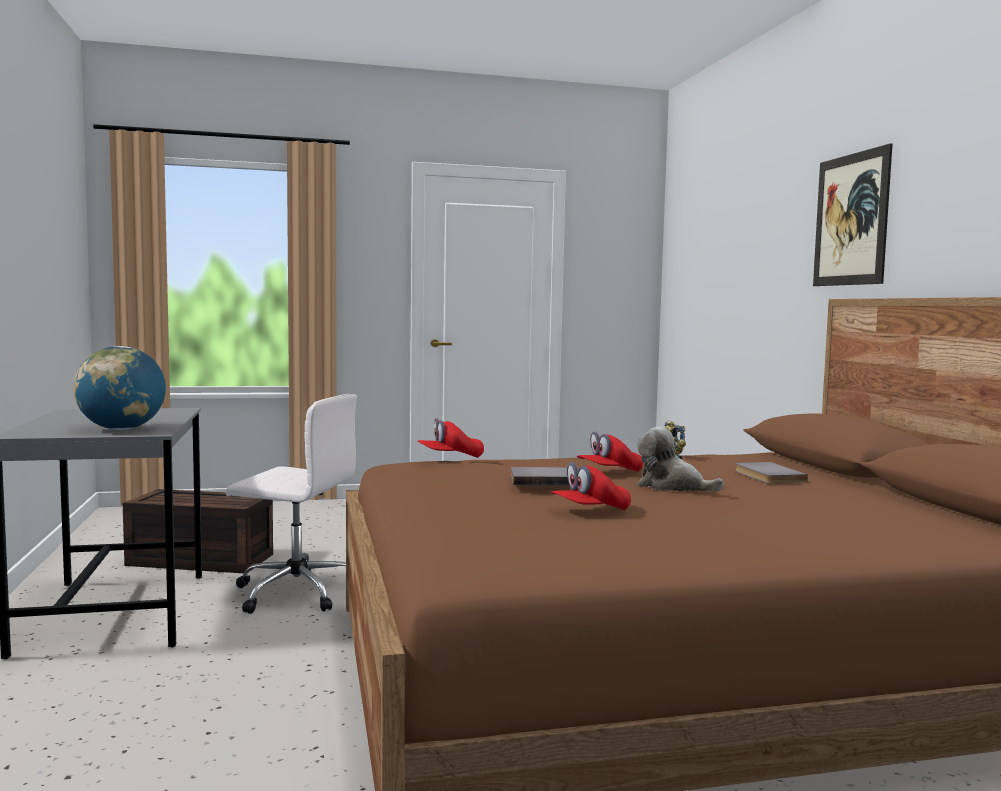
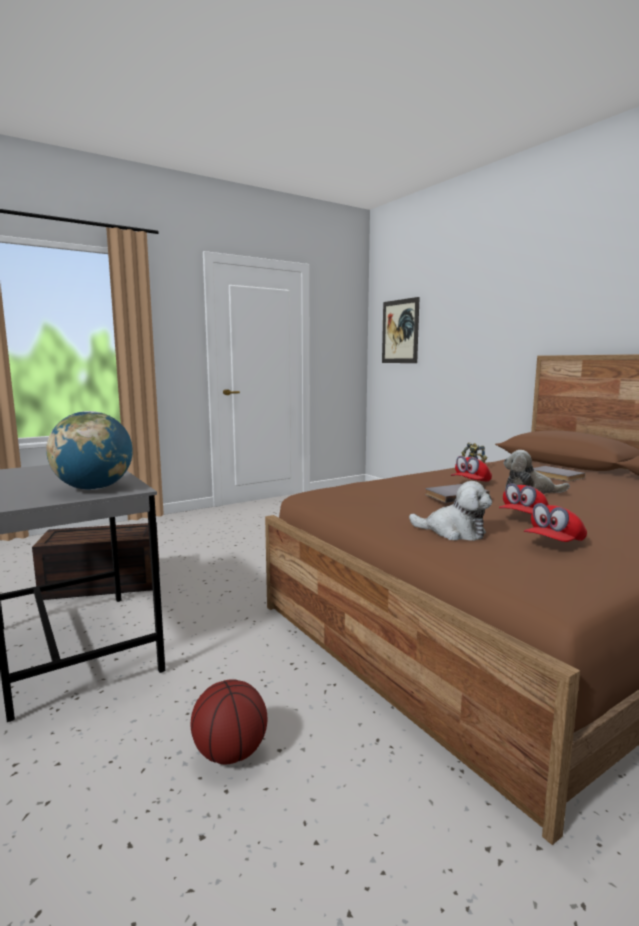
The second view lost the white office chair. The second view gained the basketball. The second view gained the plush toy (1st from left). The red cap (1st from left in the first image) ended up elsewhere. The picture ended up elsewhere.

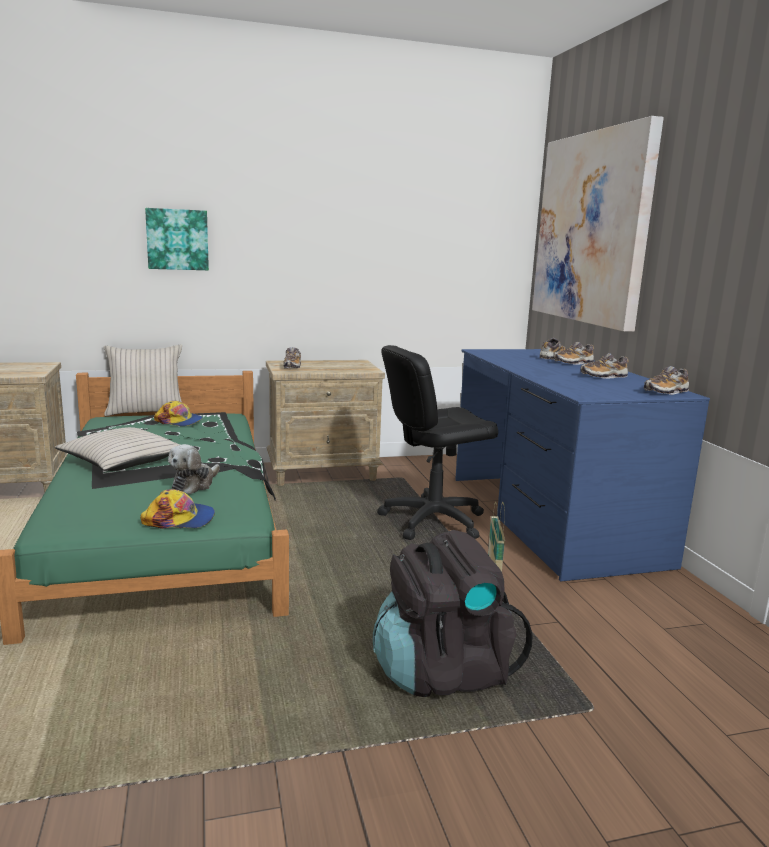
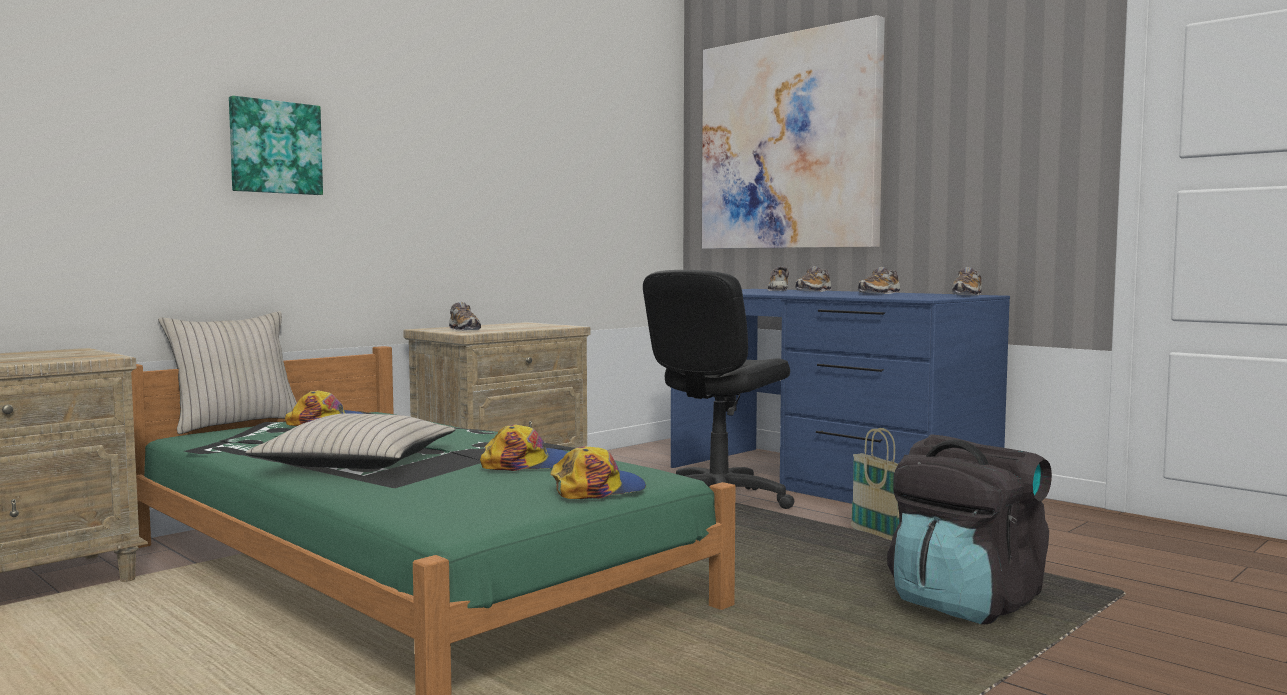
Where the plush toy stood, the cap (2nd from left) came to stand.

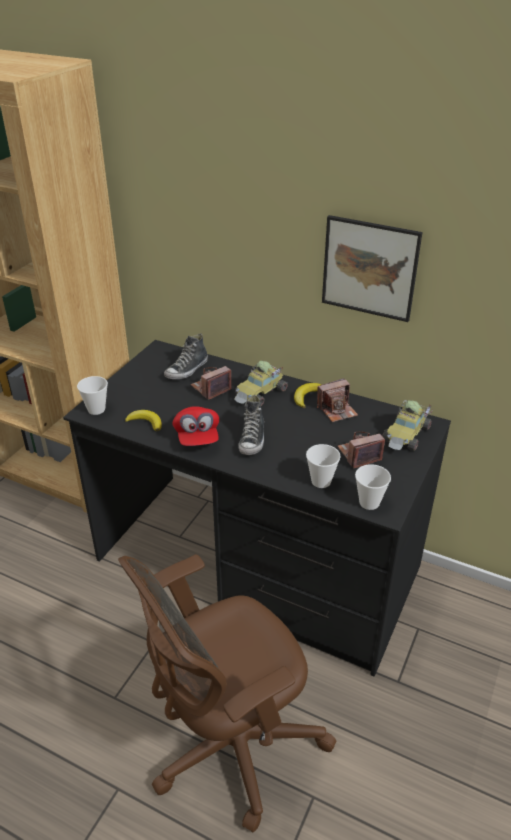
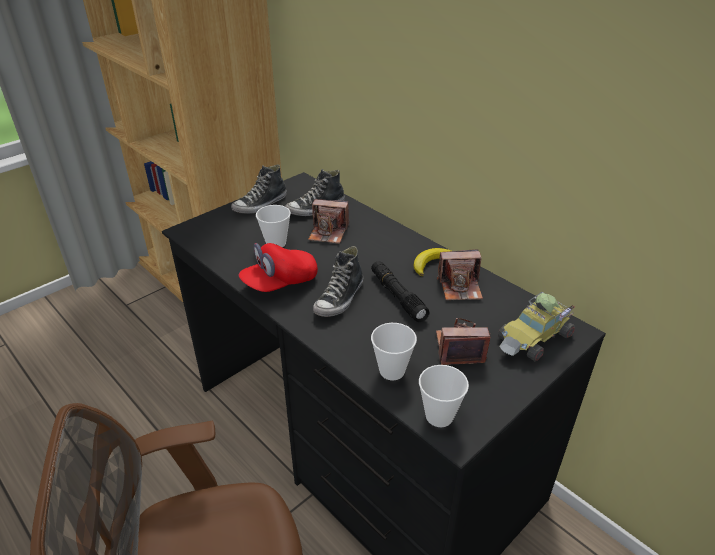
The second view lost the banana (1st from left). The second view lost the toy car (1st from left). The second view lost the picture. The second view gained the shoe (1st from left). The second view gained the black flashlight. The cup (1st from left) ended up elsewhere. The red cap ended up facing another way, 45 degrees clockwise from before. The photo camera (1st from left) ended up facing another way, 150 degrees counterclockwise from before.

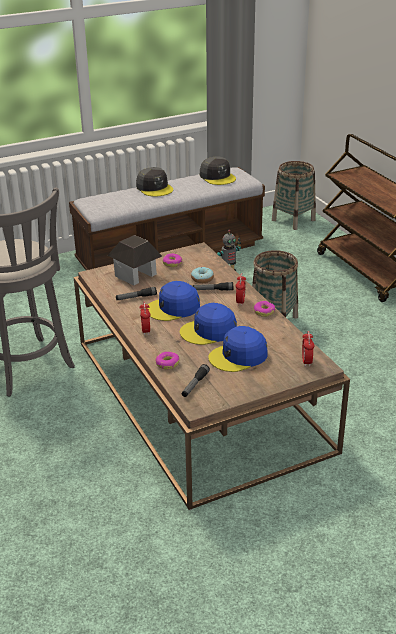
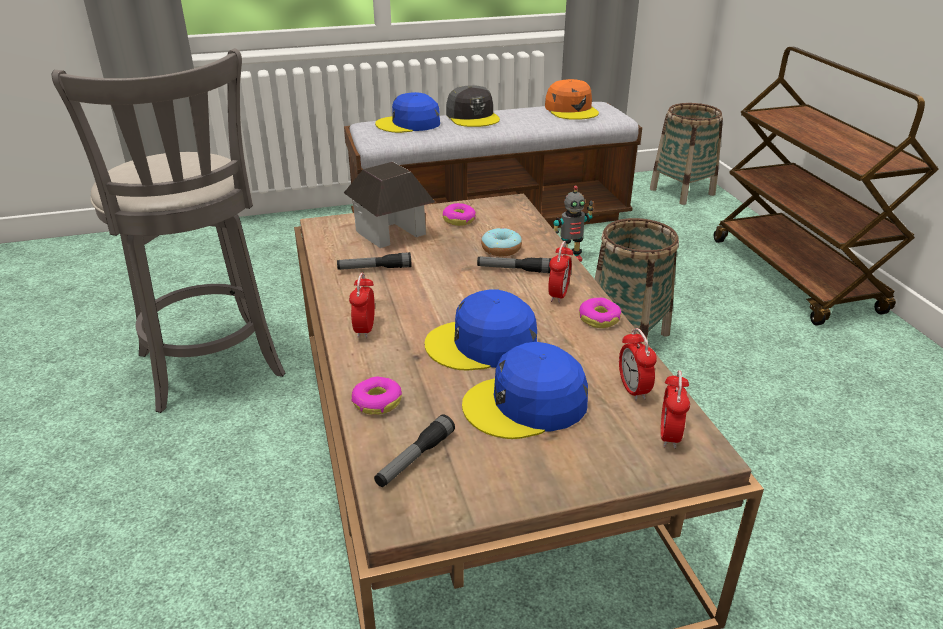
The second view gained the alarm clock (3rd from left). The blue cap (1st from left) ended up elsewhere. What was the grey cap (2nd from left) turned into the orange cap.

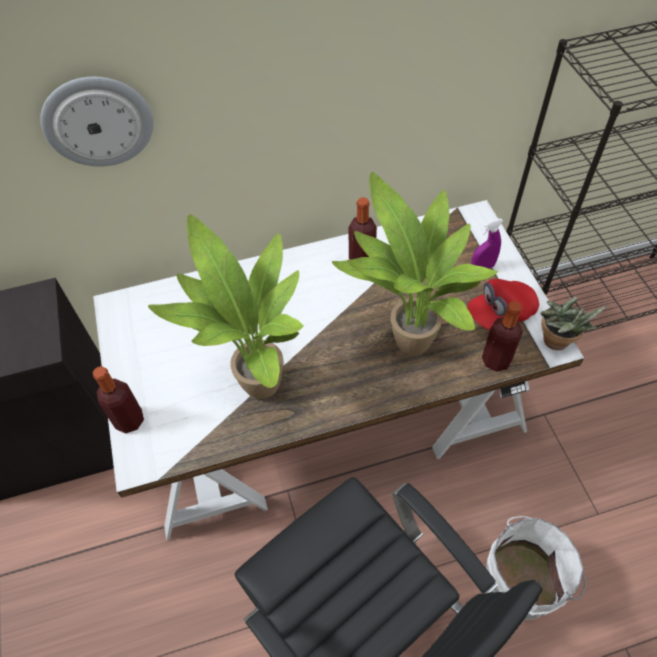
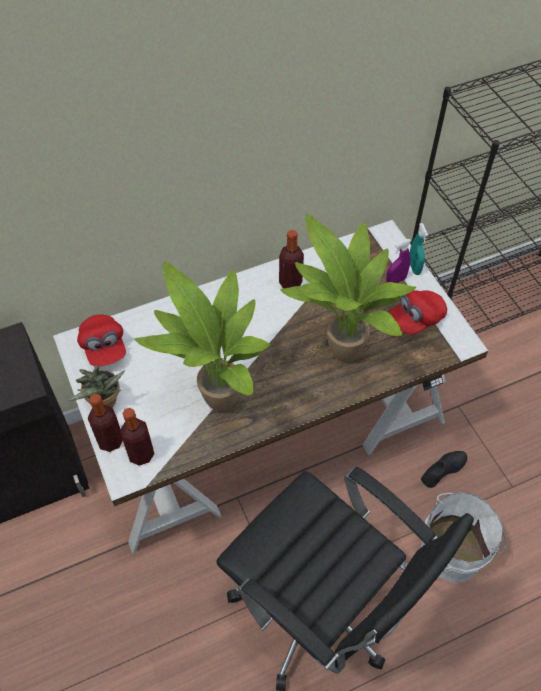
The second view lost the wall clock. The second view gained the red cap (1st from left). The second view gained the turquoise spray bottle. The second view gained the black shoe. The bottle (3rd from left in the first image) ended up elsewhere. The potted plant (3rd from left in the first image) ended up elsewhere.

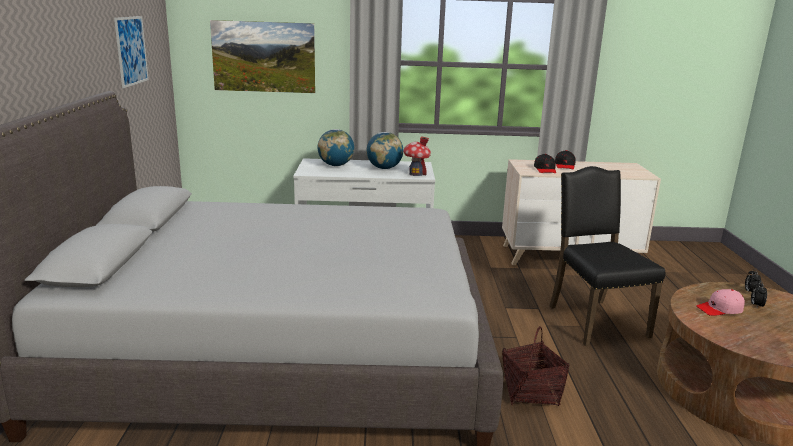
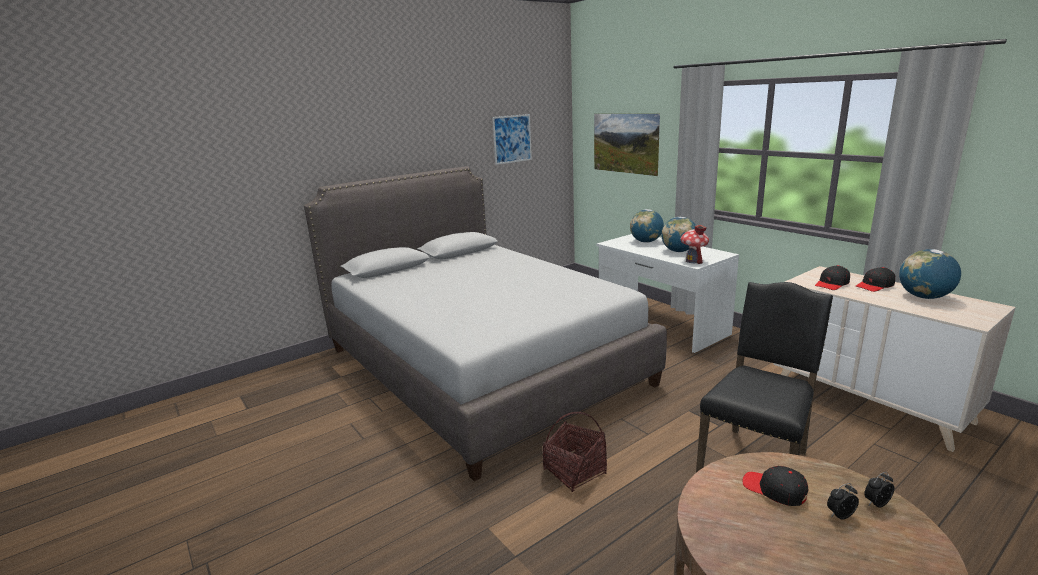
The second view gained the globe (3rd from left). What was the pink cap turned into the black cap (1st from left).

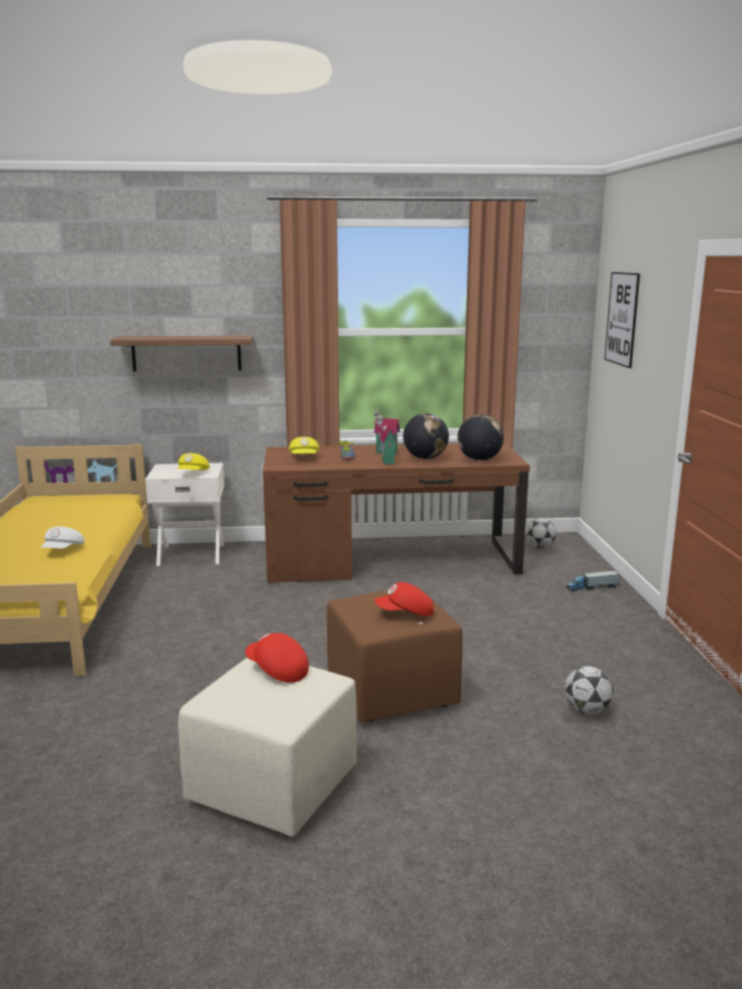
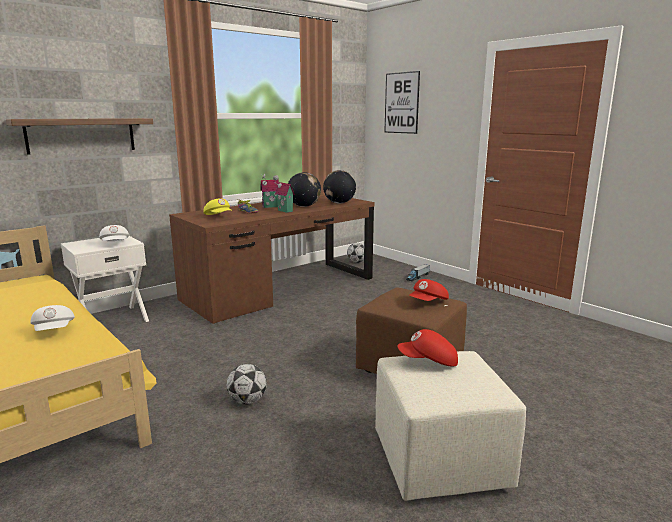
The football (2nd from left in the first image) ended up elsewhere. What was the yellow cap (1st from left) turned into the white cap (2nd from left).

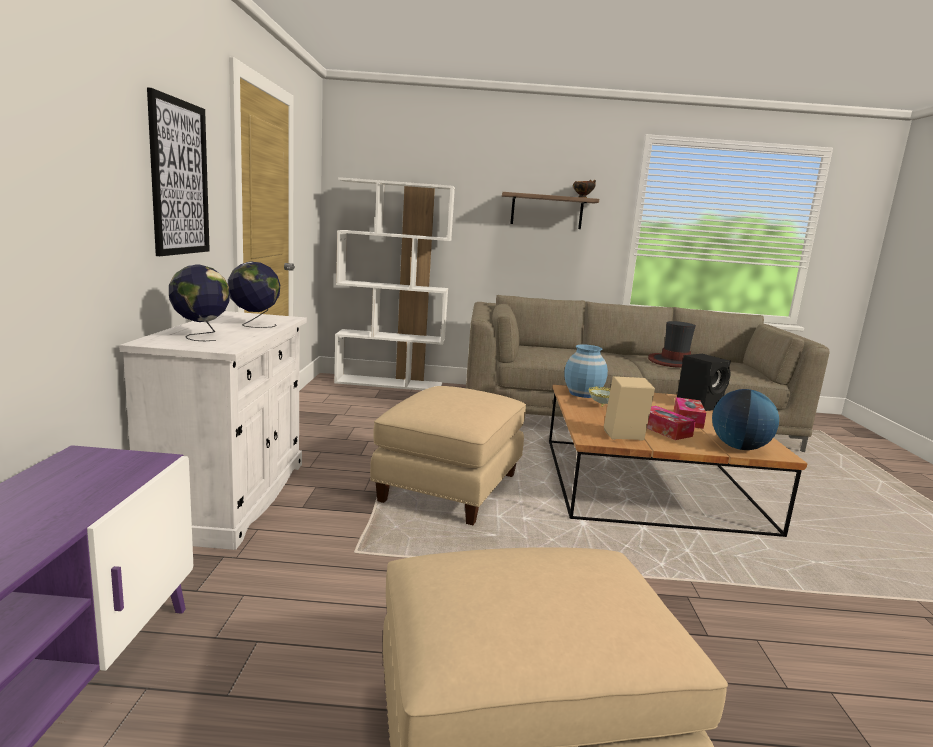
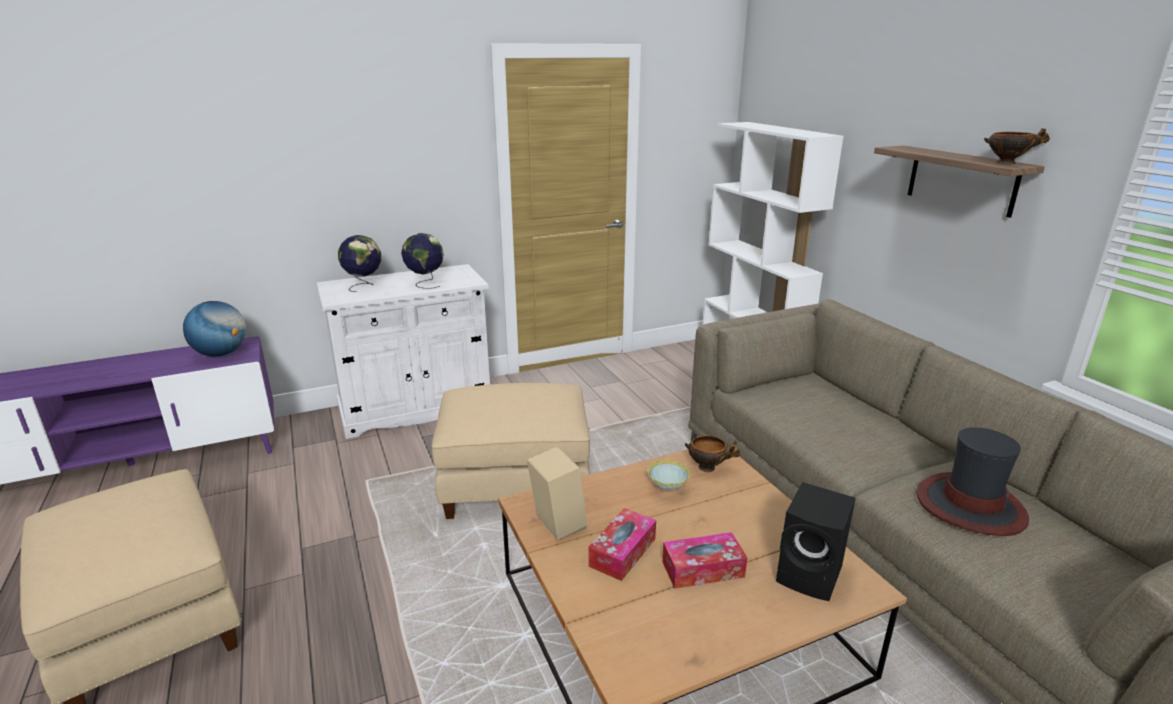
The second view lost the picture. The globe (3rd from left in the first image) ended up elsewhere. Where the blue vase stood, the bowl (2nd from left) came to stand.

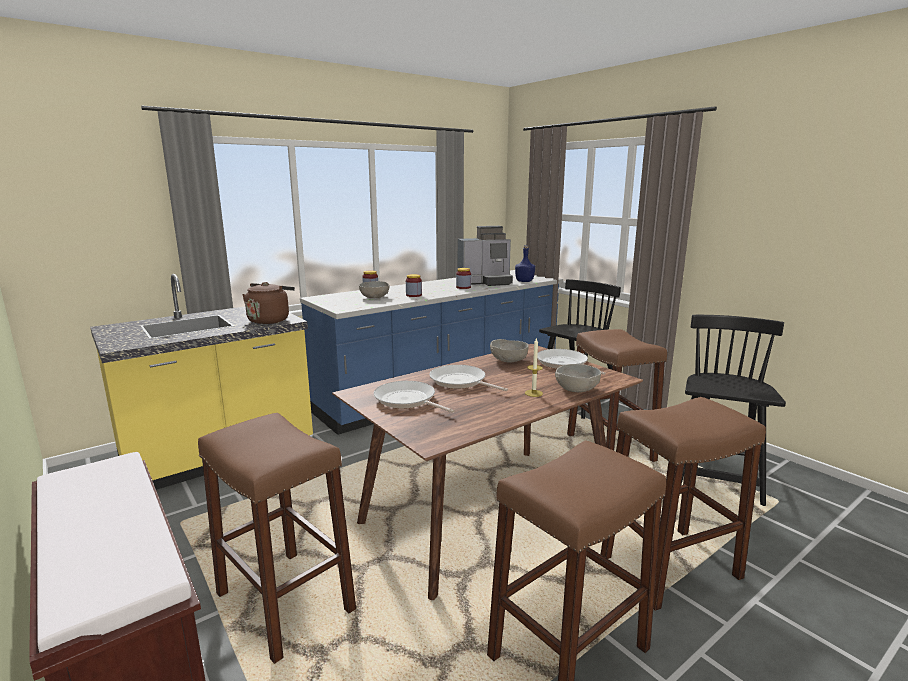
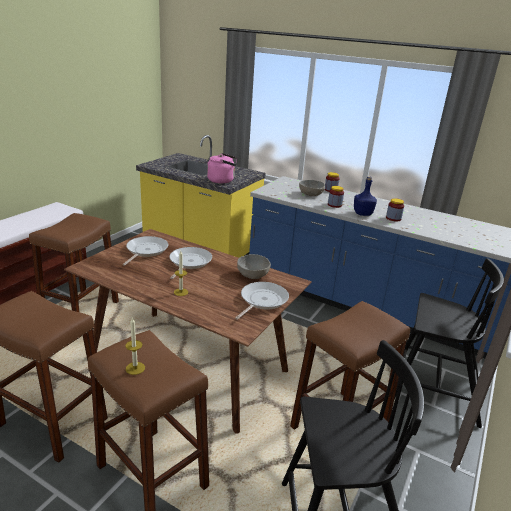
The second view lost the coffee machine. The second view lost the grey bowl (3rd from left). The second view gained the candle (1st from left). The blue bottle ended up elsewhere. What was the brown kettle turned into the pink kettle.

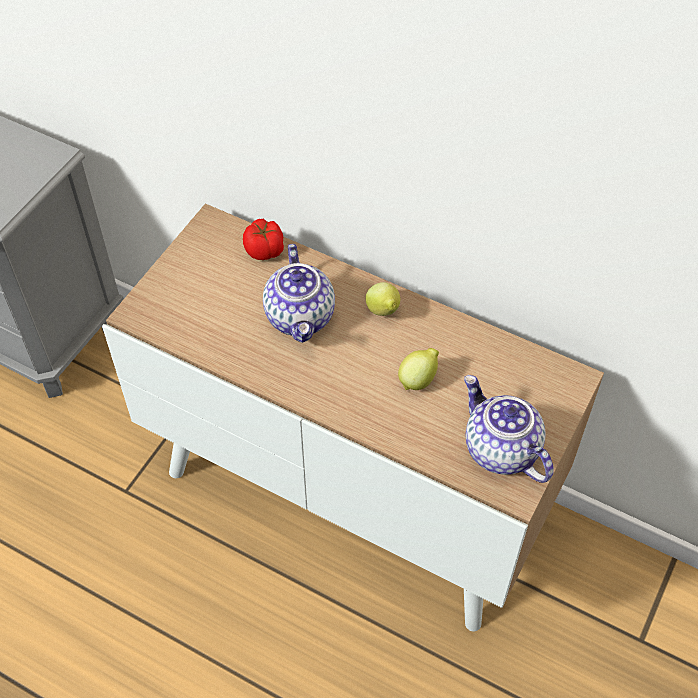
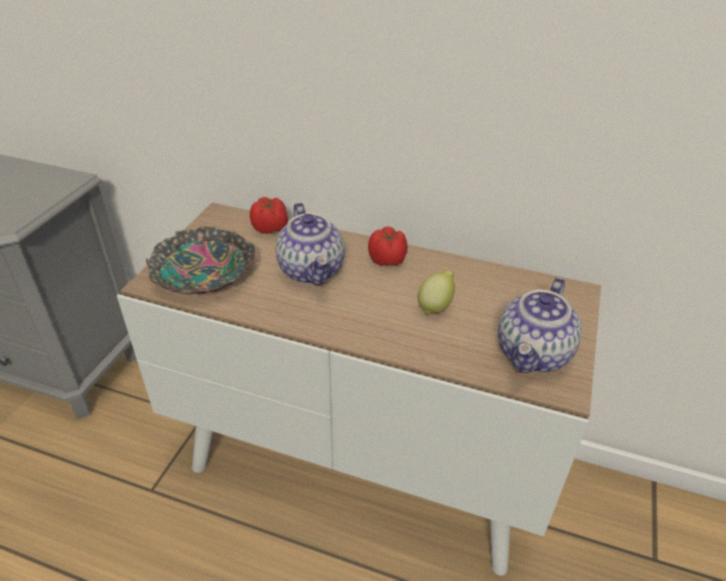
The second view gained the bowl. Where the lemon (1st from left) stood, the tomato (2nd from left) came to stand. The teapot (2nd from left) ended up facing another way, 105 degrees counterclockwise from before.

